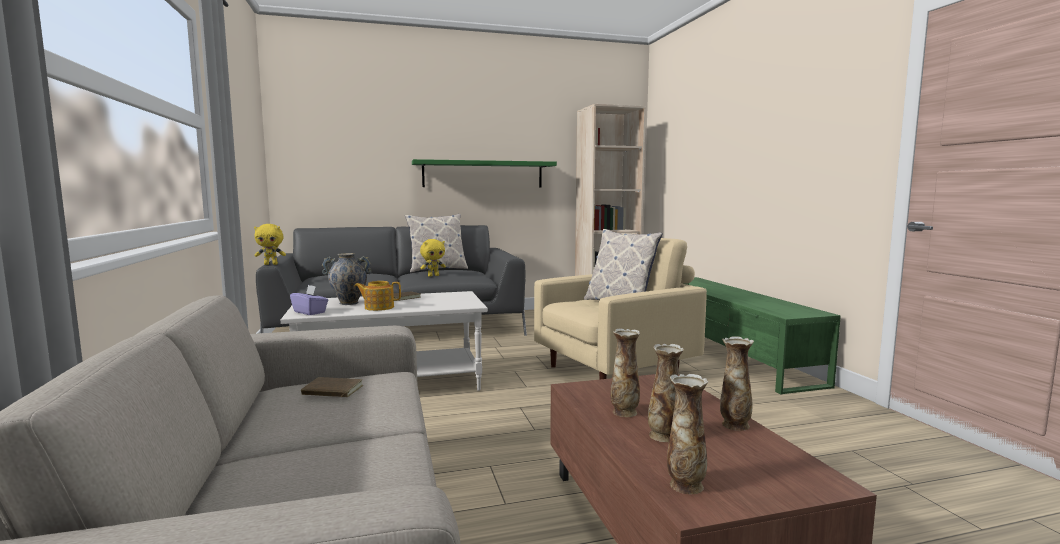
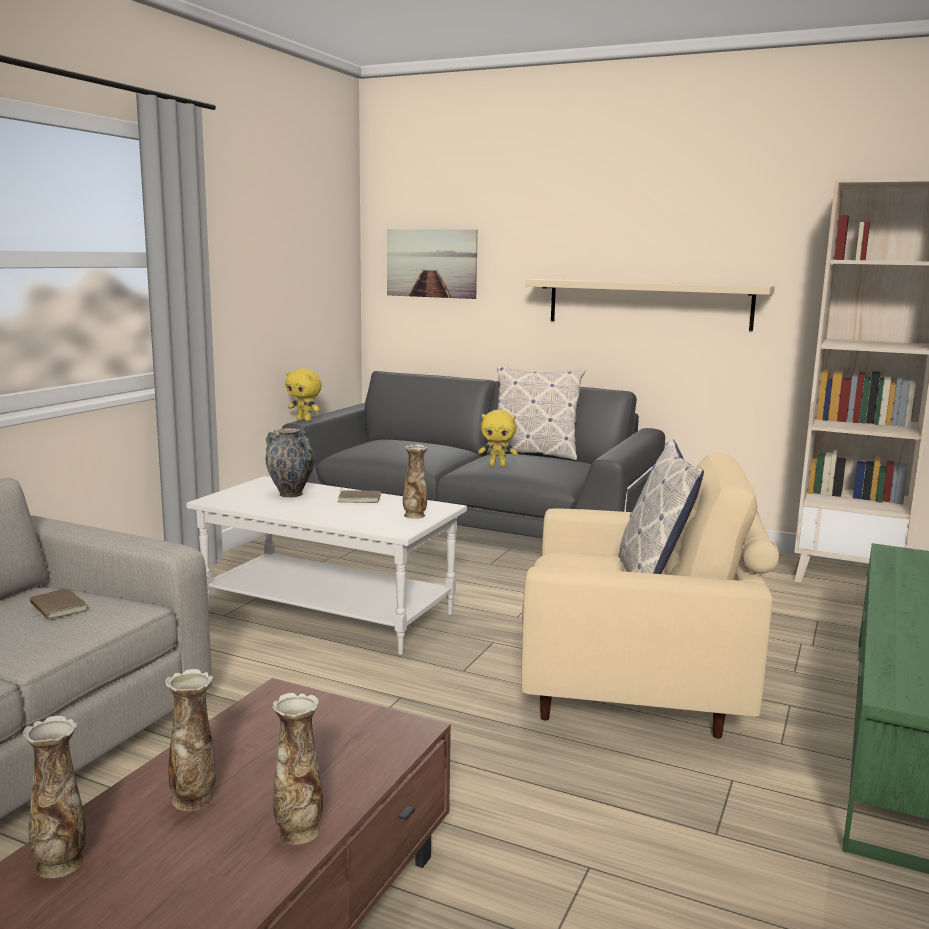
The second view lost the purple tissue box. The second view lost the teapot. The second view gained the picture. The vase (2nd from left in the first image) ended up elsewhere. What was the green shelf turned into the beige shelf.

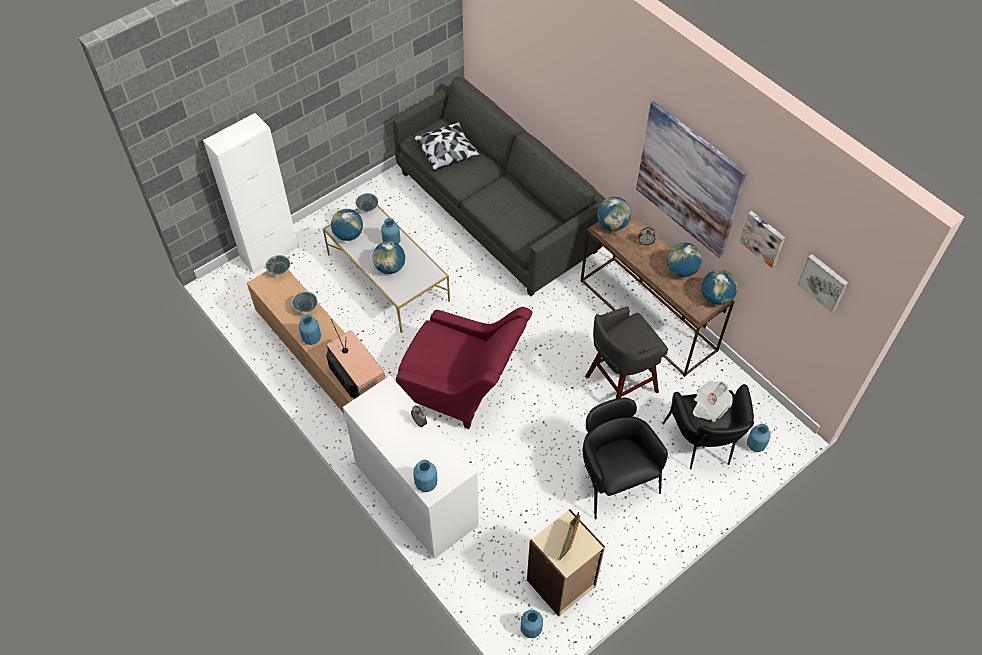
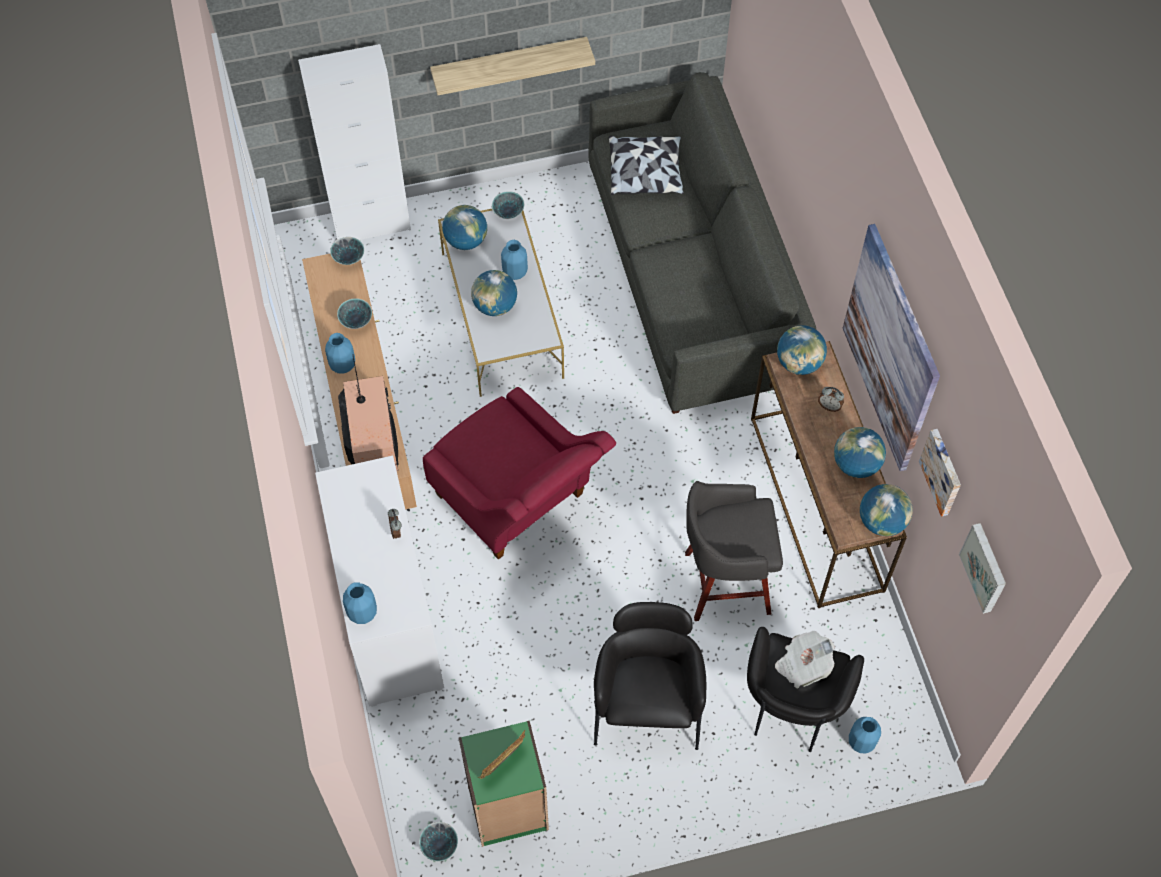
The second view gained the shelf. Where the blue vase (4th from left) stood, the bowl (3rd from left) came to stand. What was the beige bookcase turned into the green bookcase.

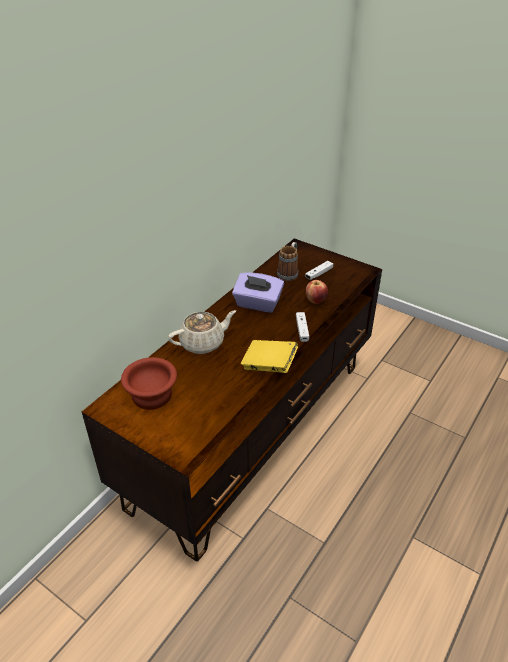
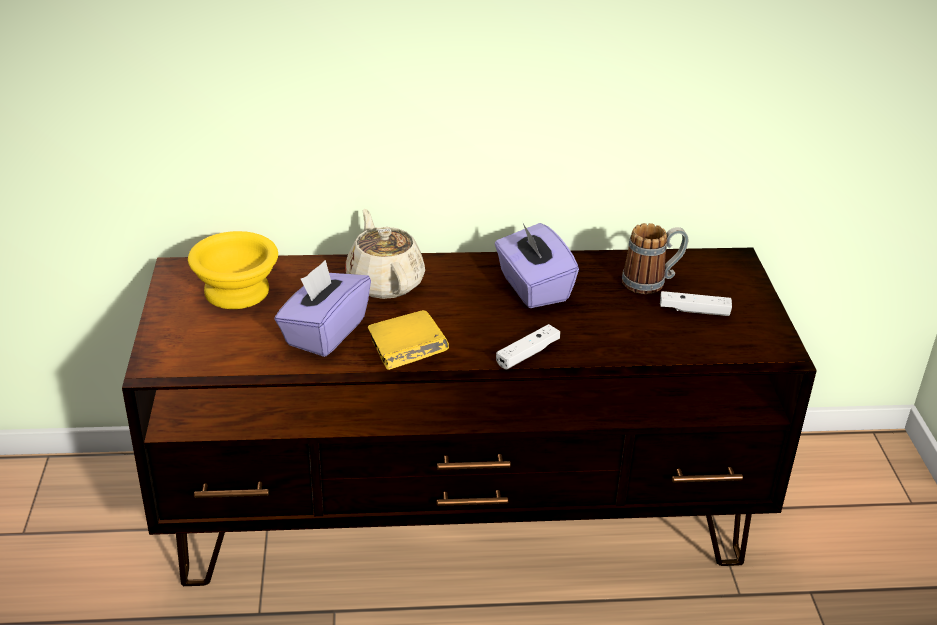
The second view lost the apple. The second view gained the purple tissue box (1st from left). What was the brown bowl turned into the yellow bowl. The beige teapot ended up facing another way, 135 degrees counterclockwise from before.

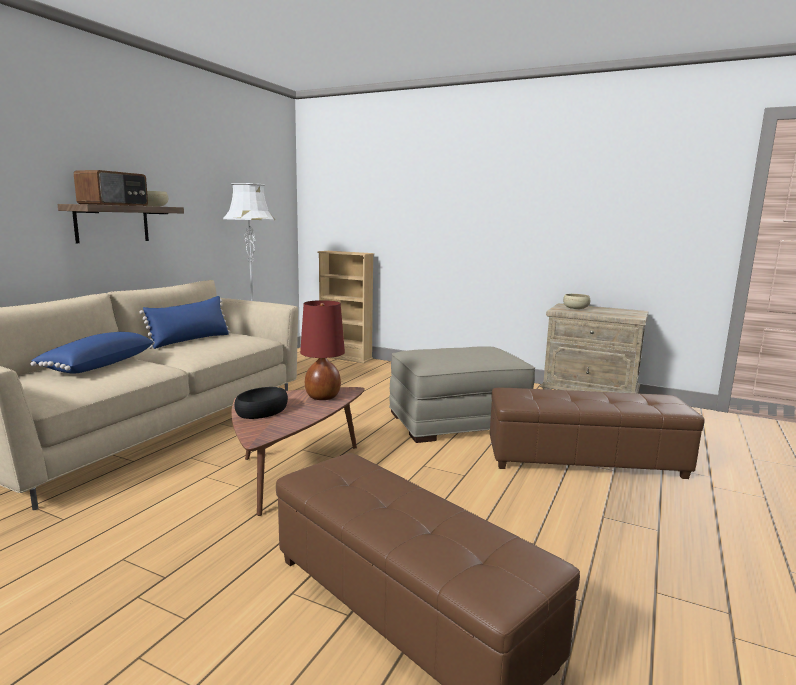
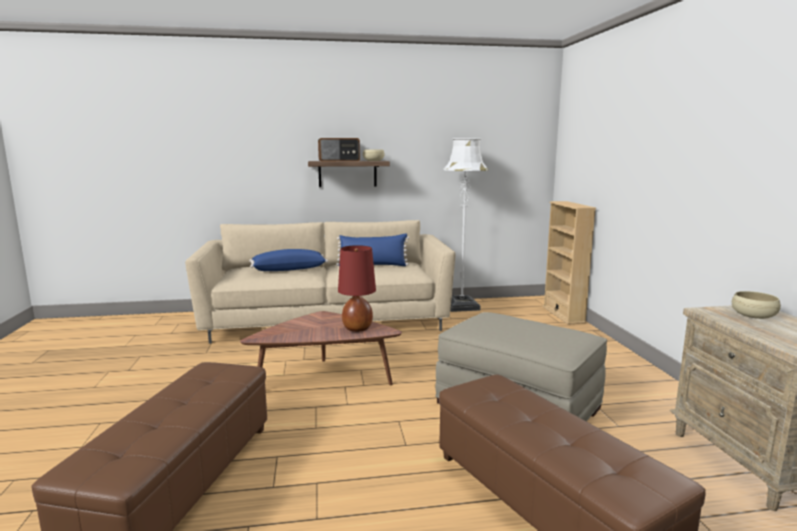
The second view lost the black bowl.

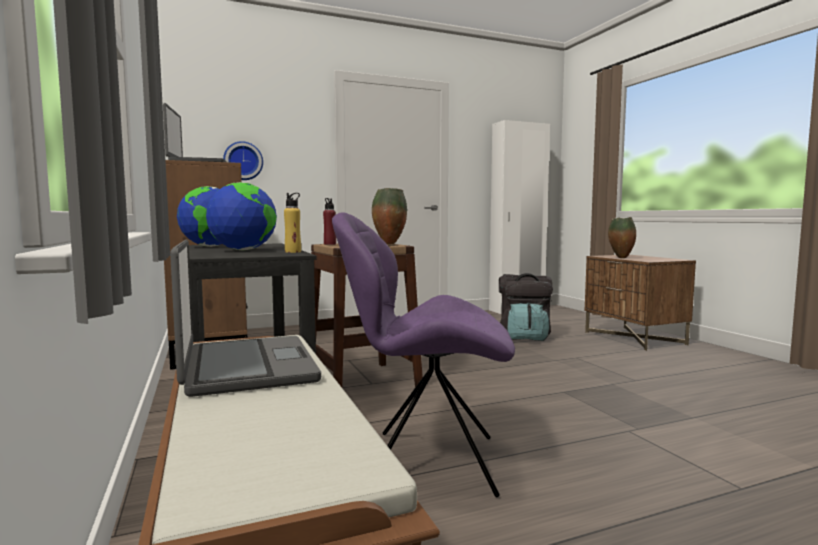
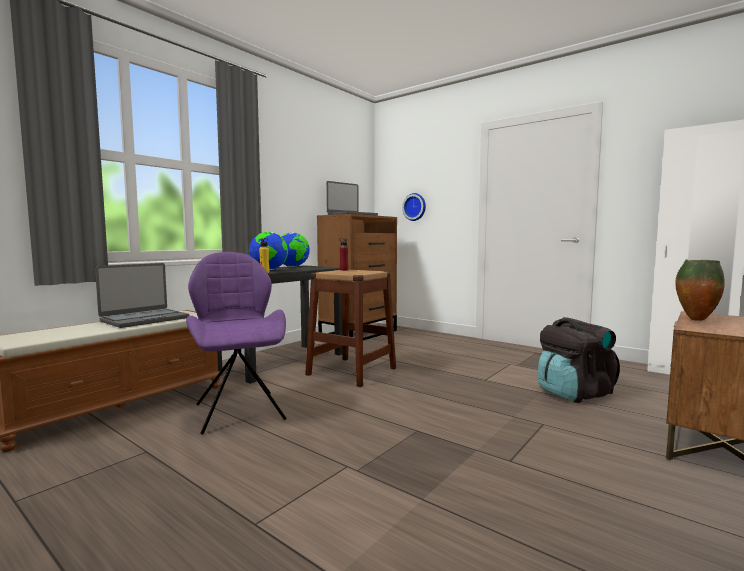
The second view lost the vase (1st from left).

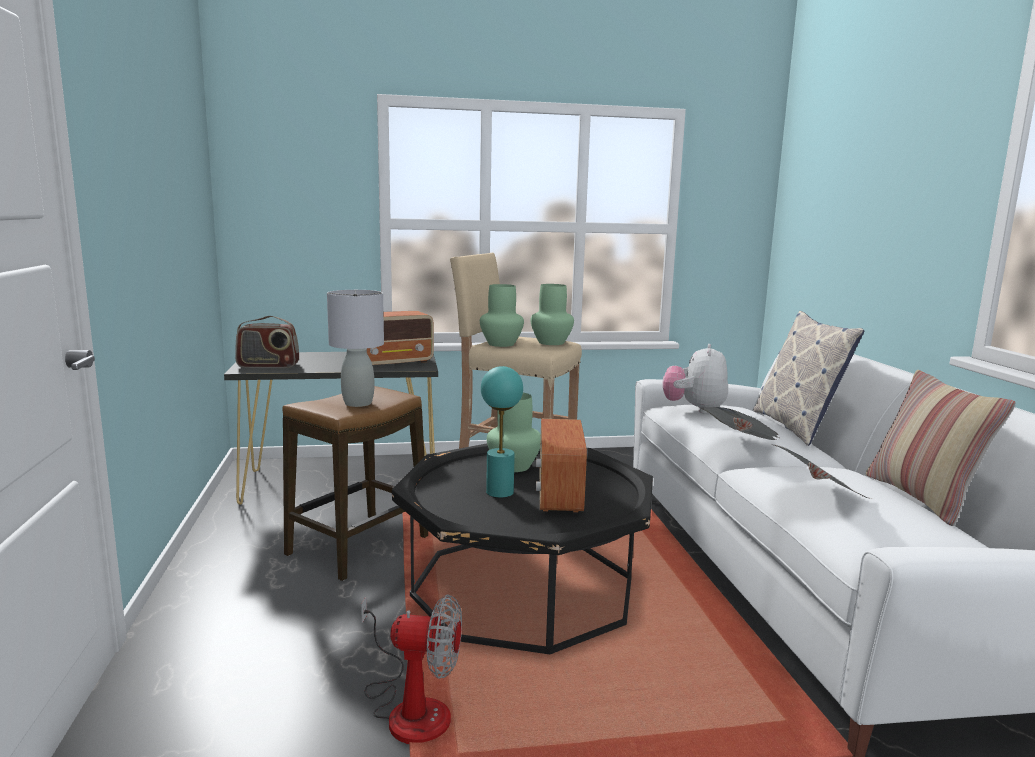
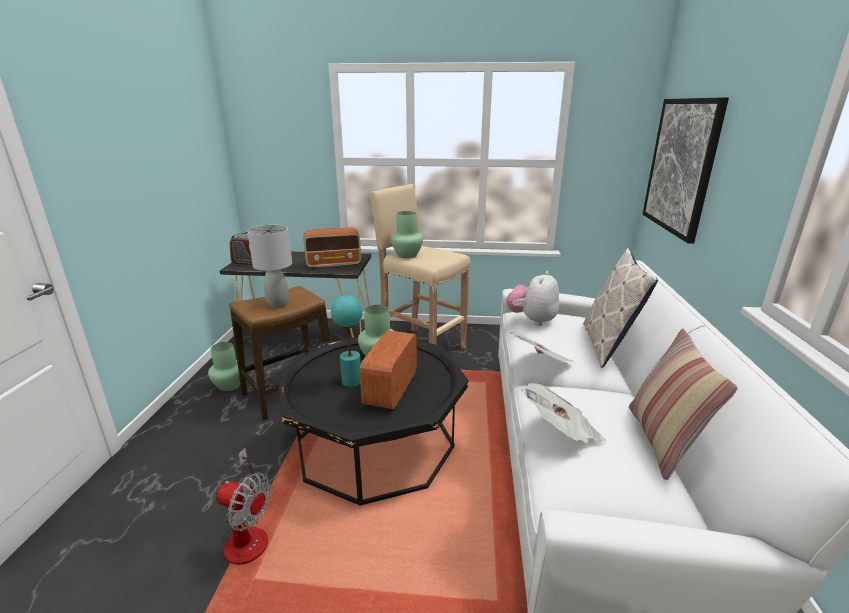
The second view gained the picture. The green vase (3rd from left in the first image) ended up elsewhere.

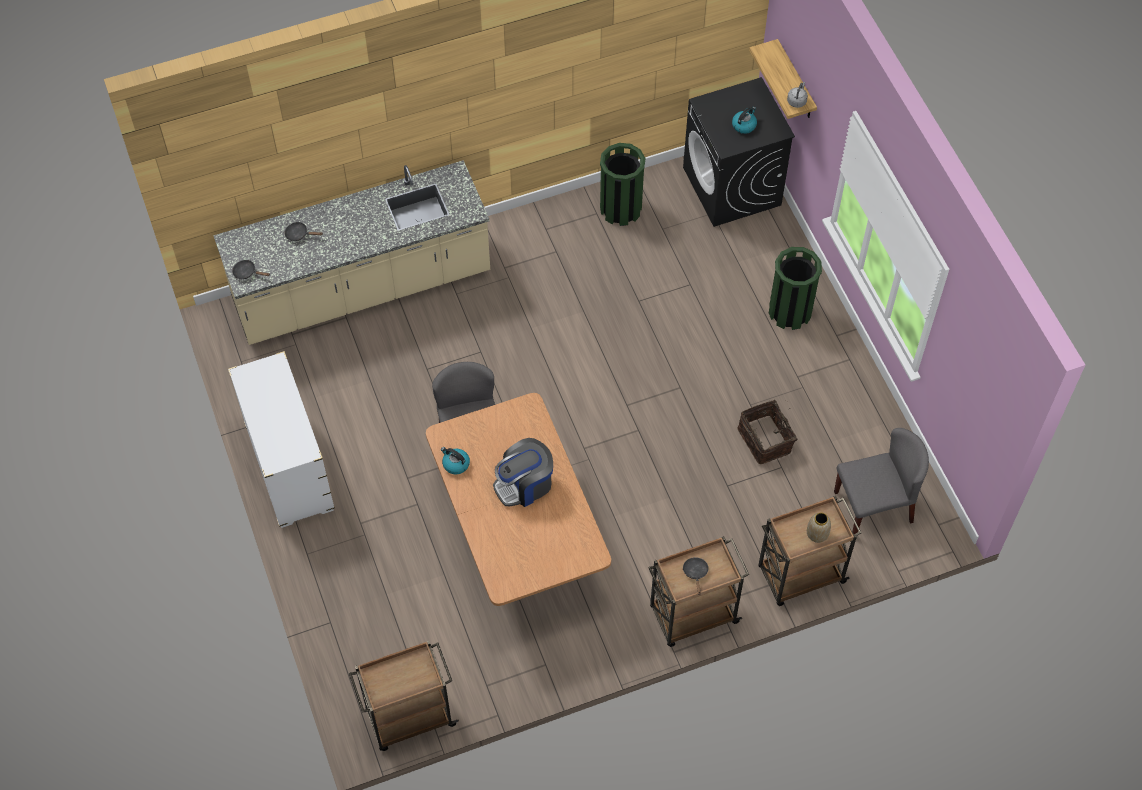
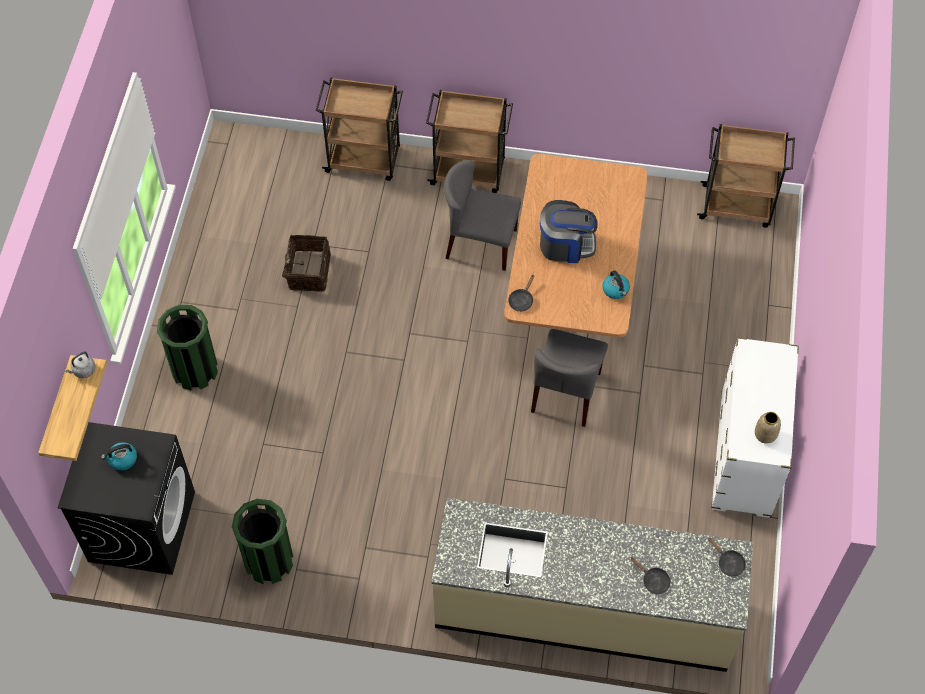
The black frying pan (3rd from left in the first image) ended up elsewhere. The vase ended up elsewhere. The grey chair (2nd from left in the first image) ended up elsewhere.

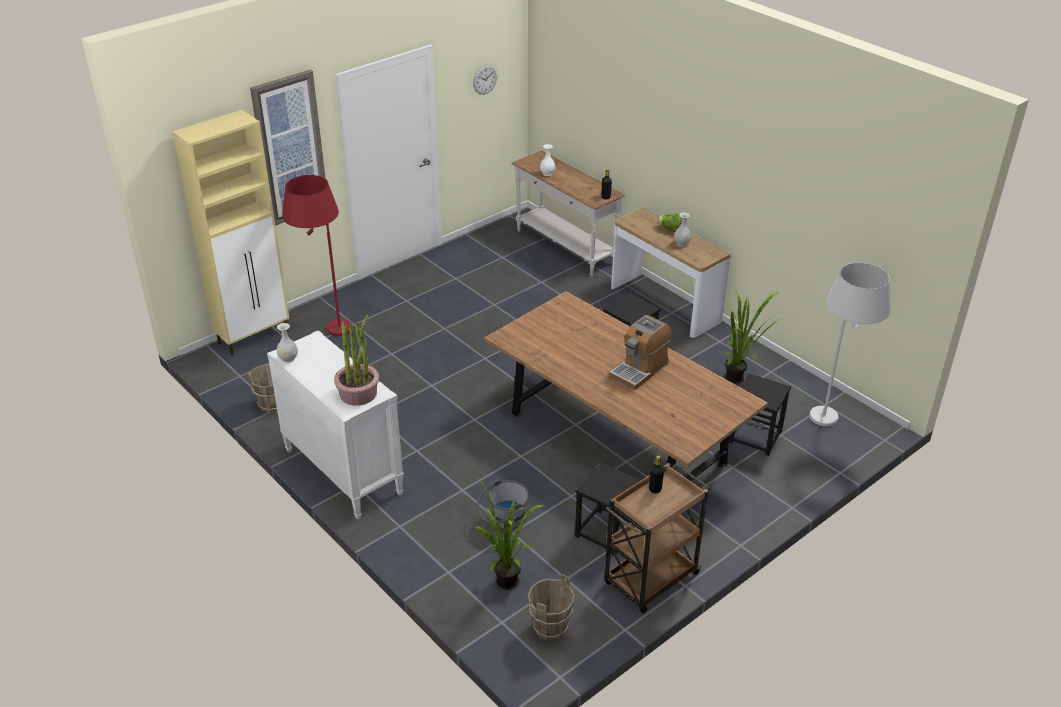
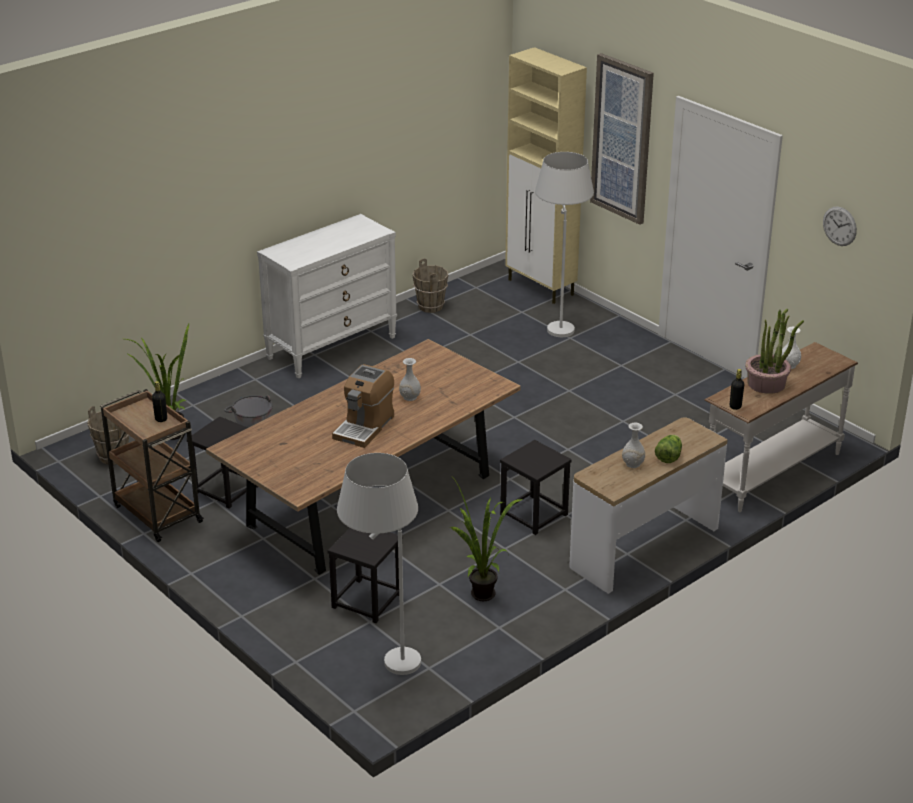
The white vase (1st from left) ended up elsewhere. The potted plant (1st from left in the first image) ended up elsewhere. What was the red floor lamp turned into the white floor lamp (2nd from left). The coffee machine ended up facing another way, 105 degrees counterclockwise from before.

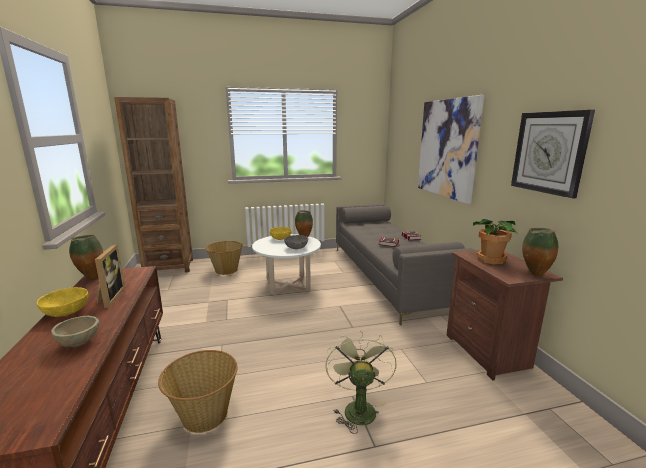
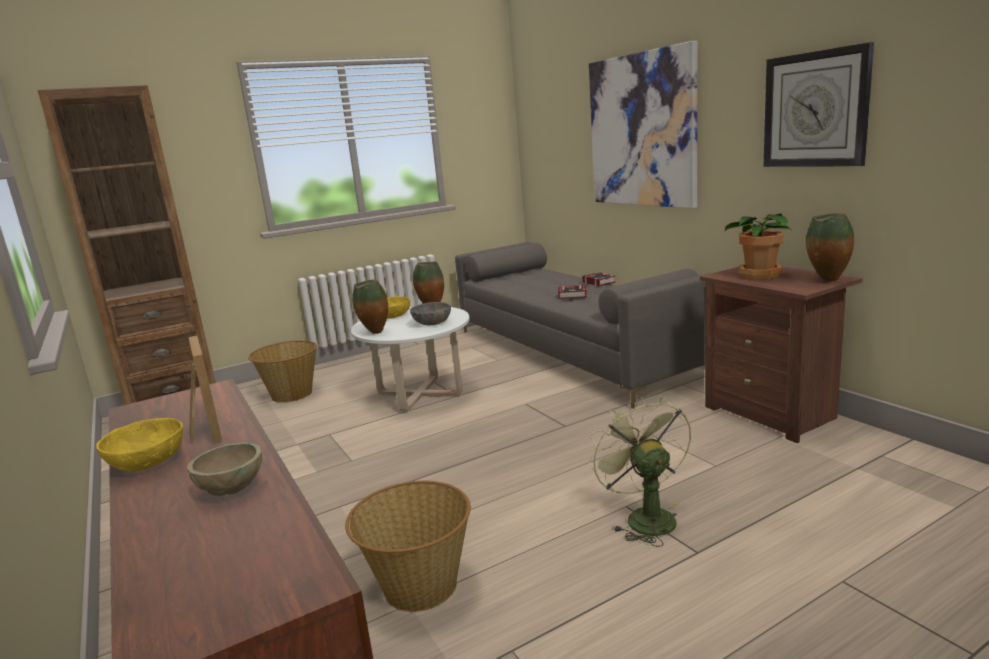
The vase (1st from left) ended up elsewhere.

